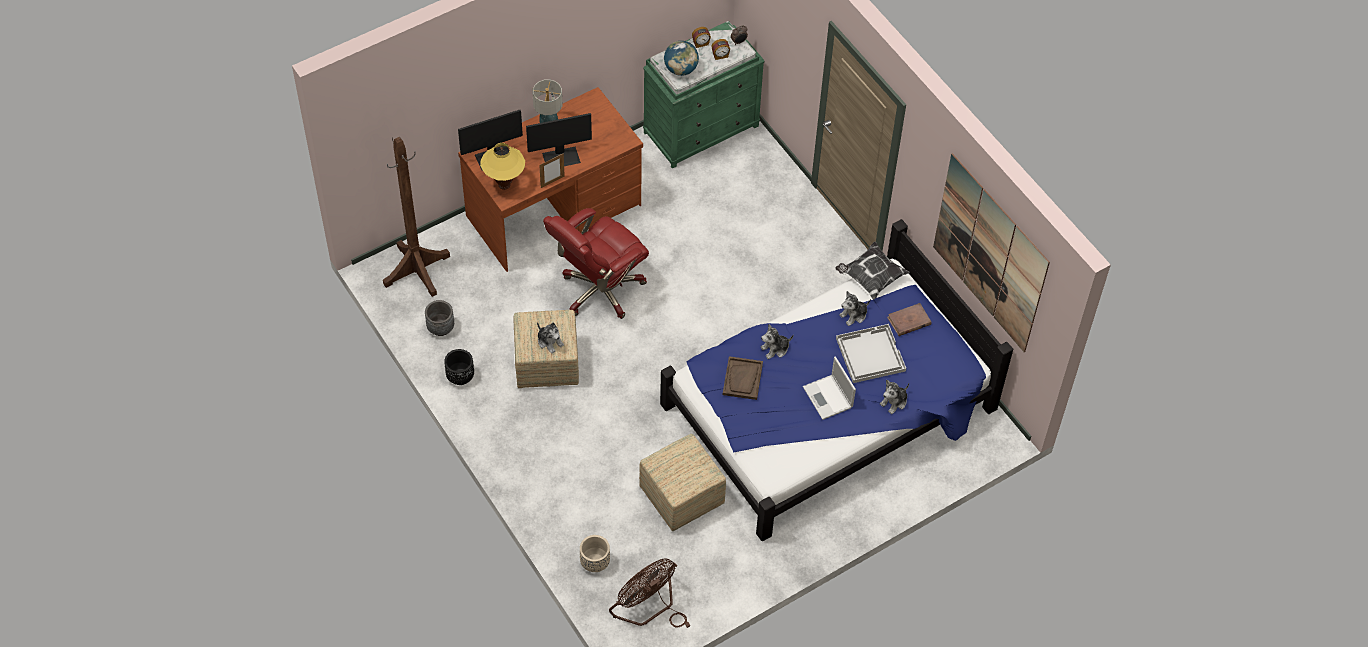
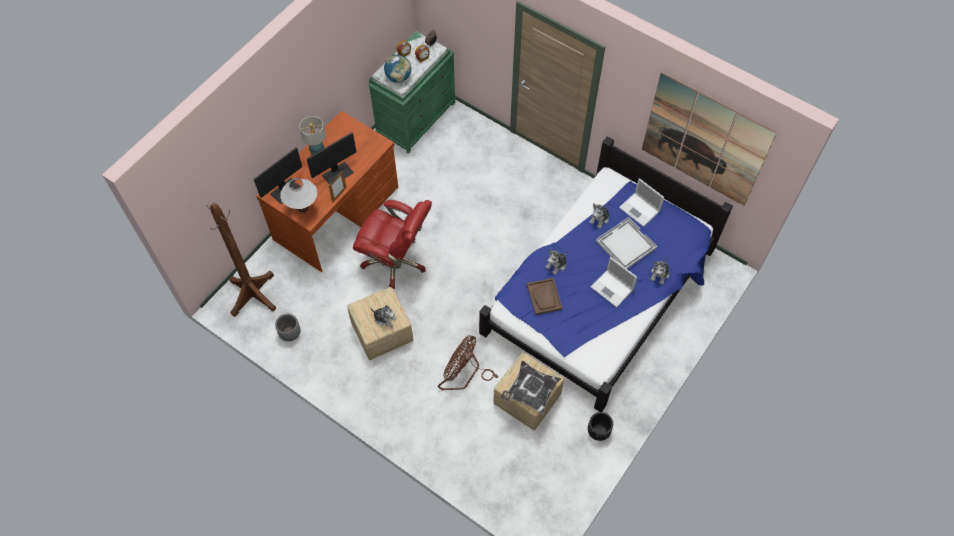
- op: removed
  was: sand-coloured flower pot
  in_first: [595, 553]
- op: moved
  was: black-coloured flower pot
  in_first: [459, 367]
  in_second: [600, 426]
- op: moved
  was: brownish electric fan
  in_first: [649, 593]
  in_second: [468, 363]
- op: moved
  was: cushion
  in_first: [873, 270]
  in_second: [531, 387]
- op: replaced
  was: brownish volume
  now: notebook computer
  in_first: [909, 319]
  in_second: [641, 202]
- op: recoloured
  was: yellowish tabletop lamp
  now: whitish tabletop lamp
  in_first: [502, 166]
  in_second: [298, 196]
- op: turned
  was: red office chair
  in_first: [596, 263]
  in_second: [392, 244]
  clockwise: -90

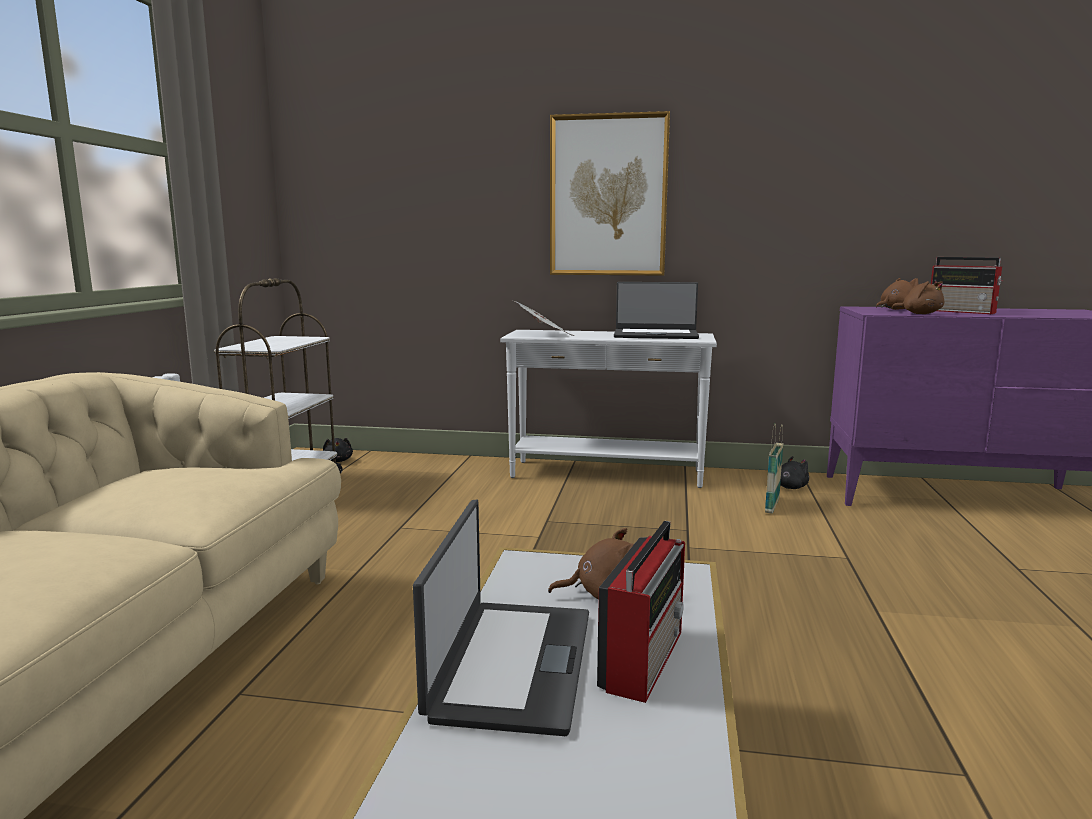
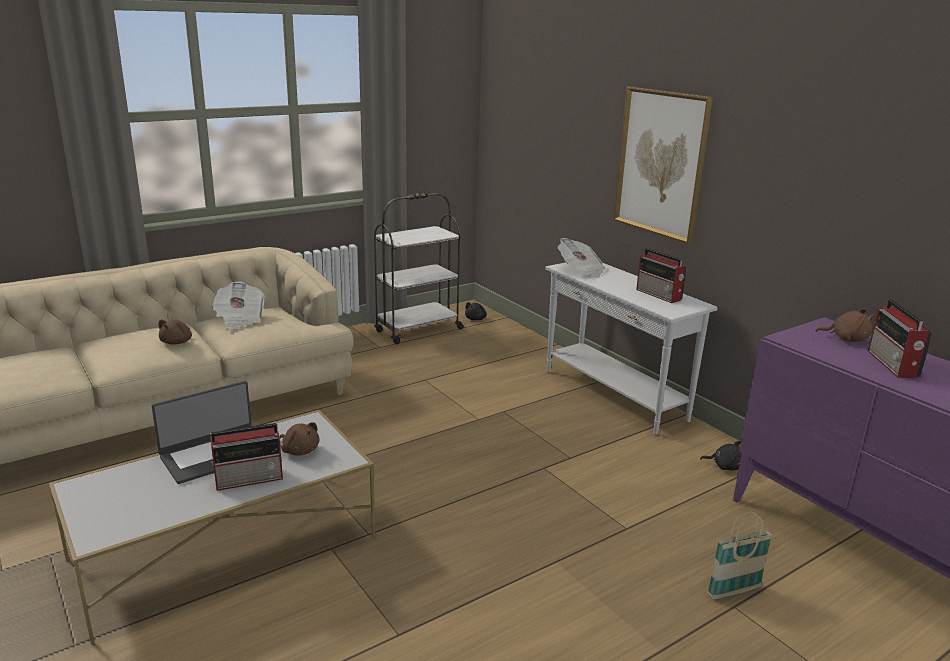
- op: added
  now: printed paper
  in_second: [238, 305]
- op: moved
  was: household basket
  in_first: [774, 468]
  in_second: [740, 555]
- op: moved
  was: brownish cuddly toy
  in_first: [917, 297]
  in_second: [175, 332]
- op: replaced
  was: notebook computer
  now: radio receiver
  in_first: [656, 310]
  in_second: [661, 275]

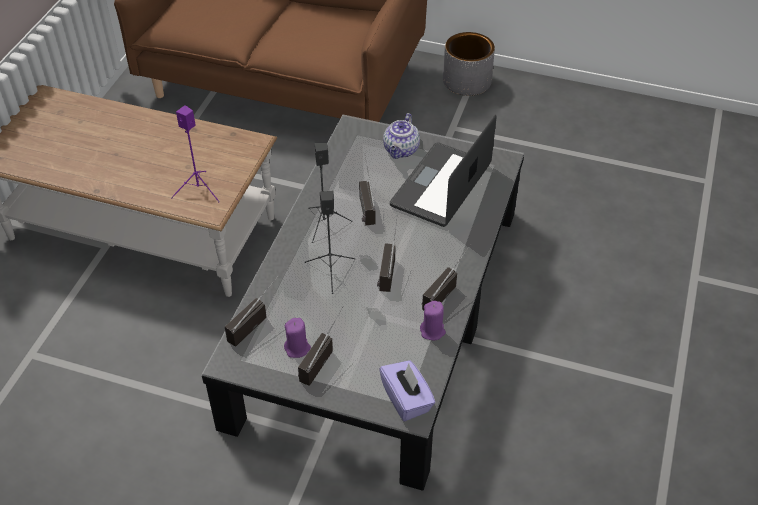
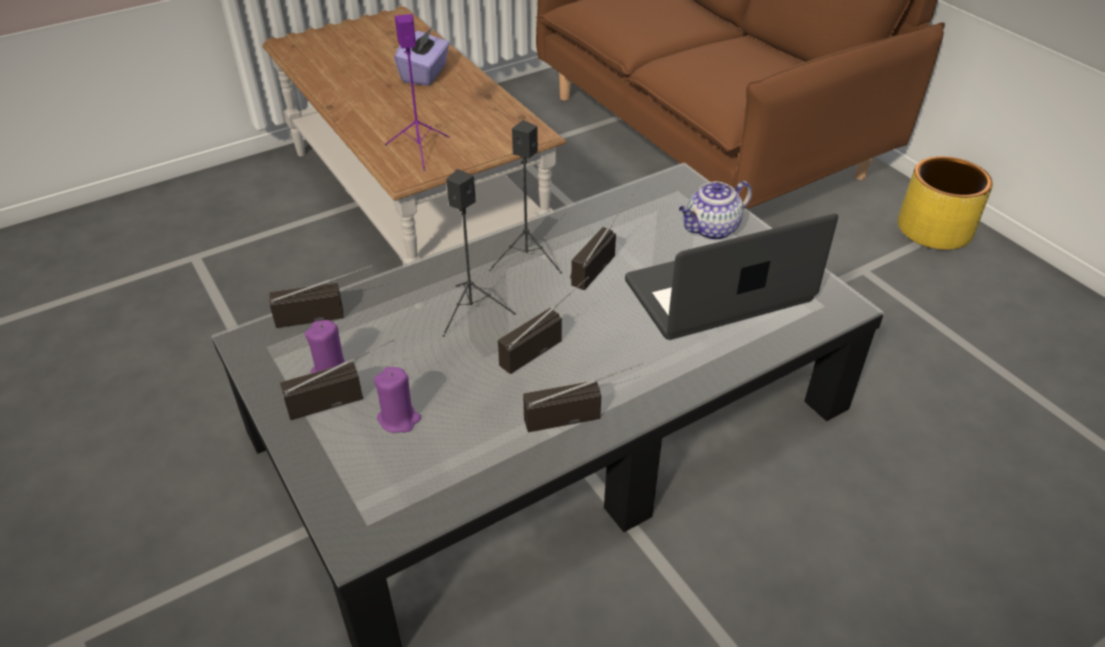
- op: moved
  was: purple-coloured tissue box
  in_first: [407, 390]
  in_second: [421, 56]
- op: moved
  was: purple-coloured wax candle
  in_first: [433, 320]
  in_second: [397, 400]
- op: recoloured
  was: greyish flower pot
  now: yellowish flower pot
  in_first: [469, 64]
  in_second: [945, 203]

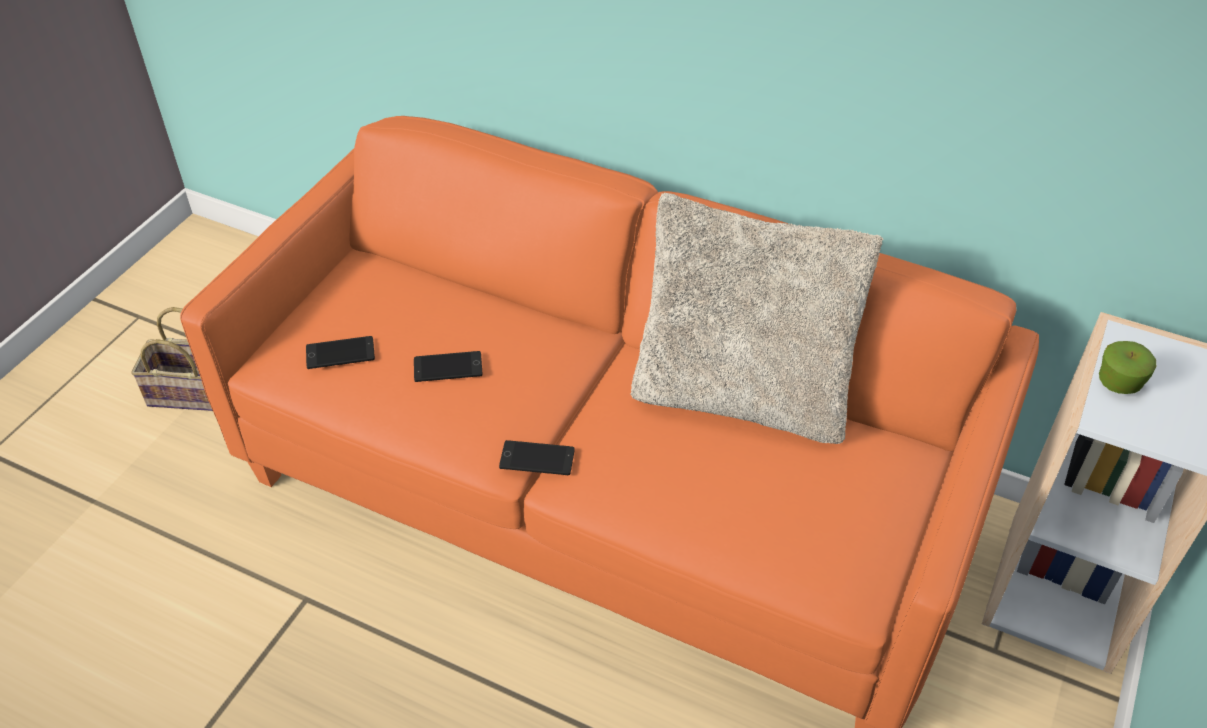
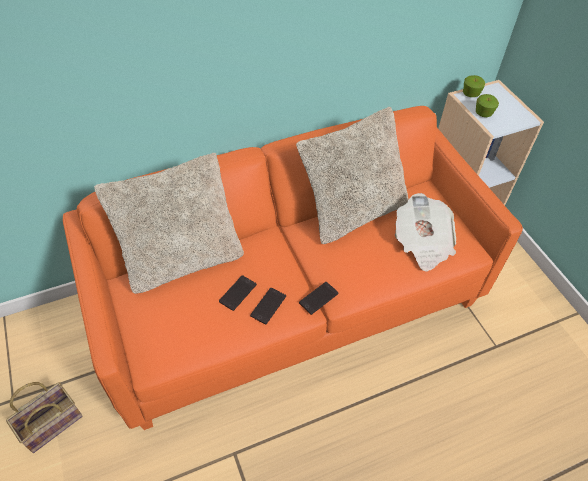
- op: added
  now: sand-coloured cushion
  in_second: [169, 223]
- op: added
  now: printed paper
  in_second: [425, 232]
- op: added
  now: whole apple
  in_second: [474, 86]
- op: moved
  was: phone
  in_first: [340, 352]
  in_second: [268, 306]

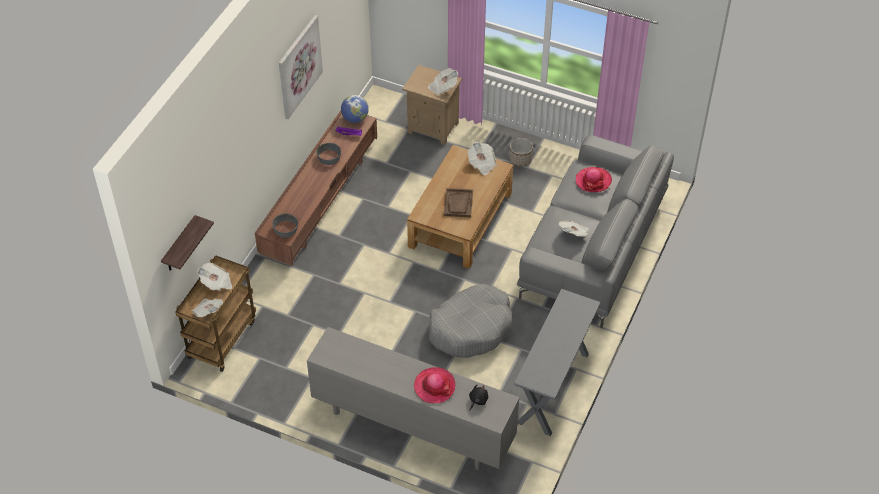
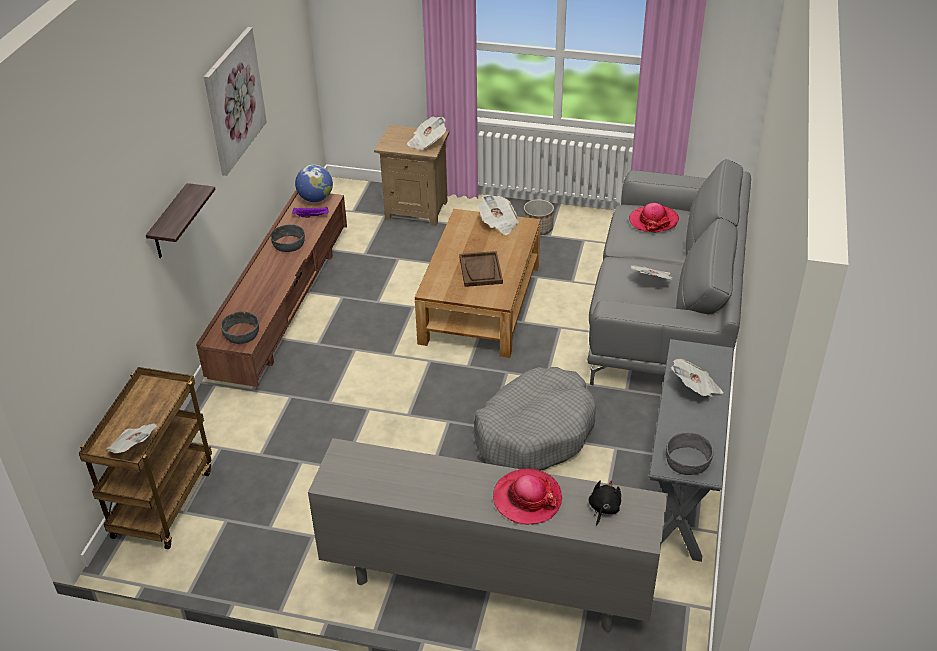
- op: added
  now: greyish serving bowl
  in_second: [690, 453]
- op: moved
  was: wall shelf
  in_first: [187, 243]
  in_second: [181, 220]
- op: moved
  was: printed paper
  in_first: [214, 277]
  in_second: [697, 378]

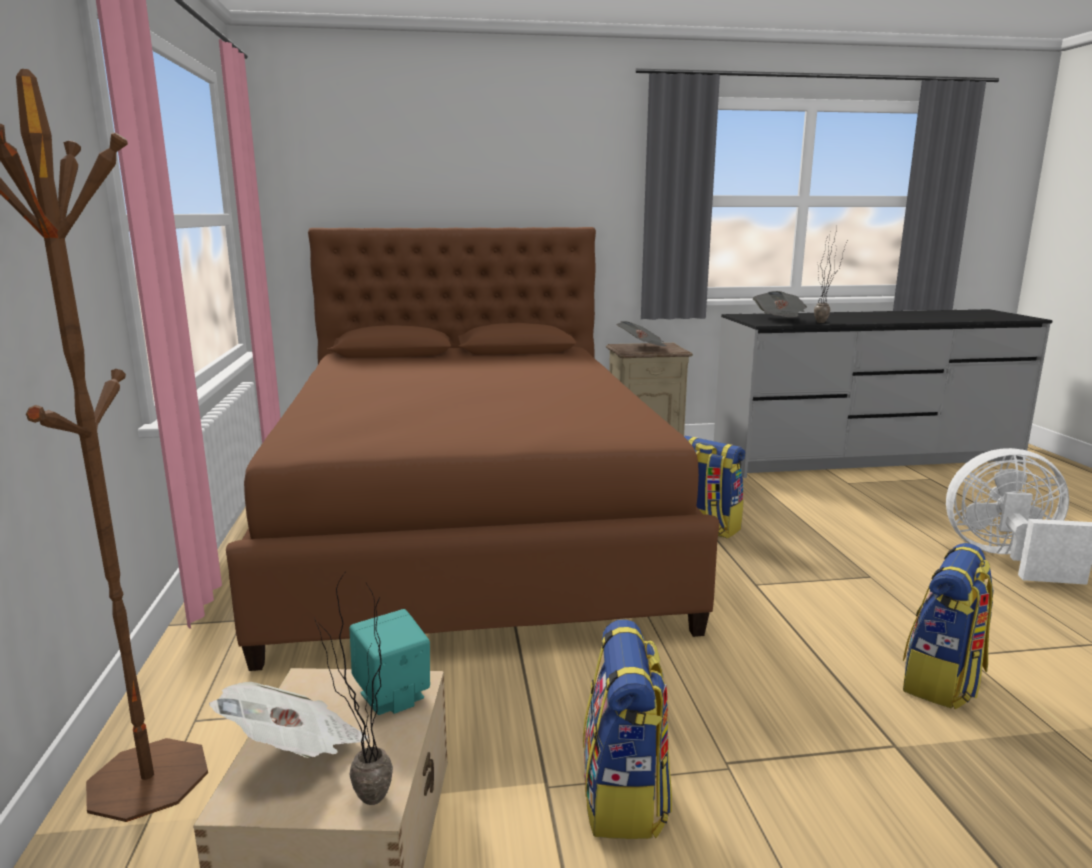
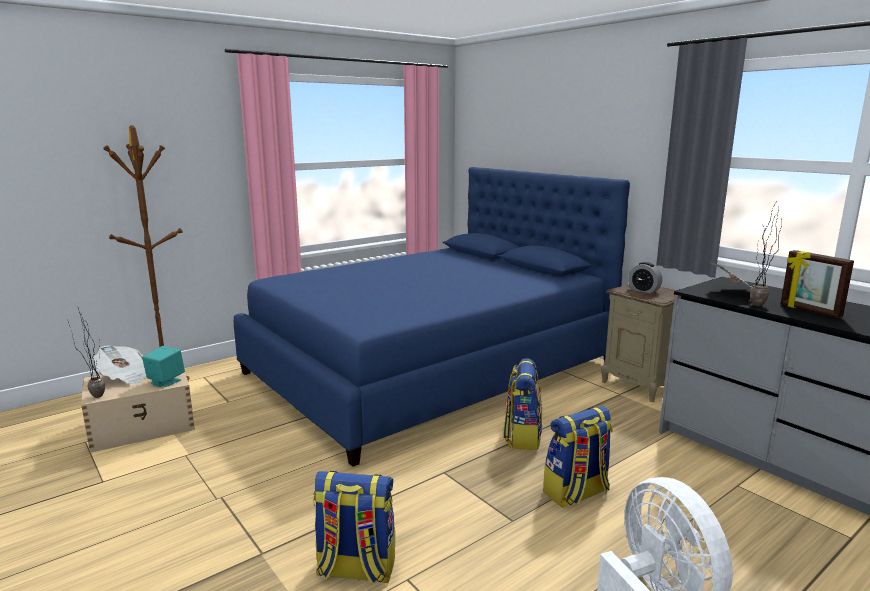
- op: added
  now: photo frame
  in_second: [817, 284]
- op: moved
  was: rucksack
  in_first: [627, 729]
  in_second: [578, 457]
- op: replaced
  was: printed paper
  now: alarm clock
  in_first: [641, 333]
  in_second: [645, 277]
- op: recoloured
  was: brownish bedroom bed
  now: bluish bedroom bed
  in_first: [472, 449]
  in_second: [432, 317]

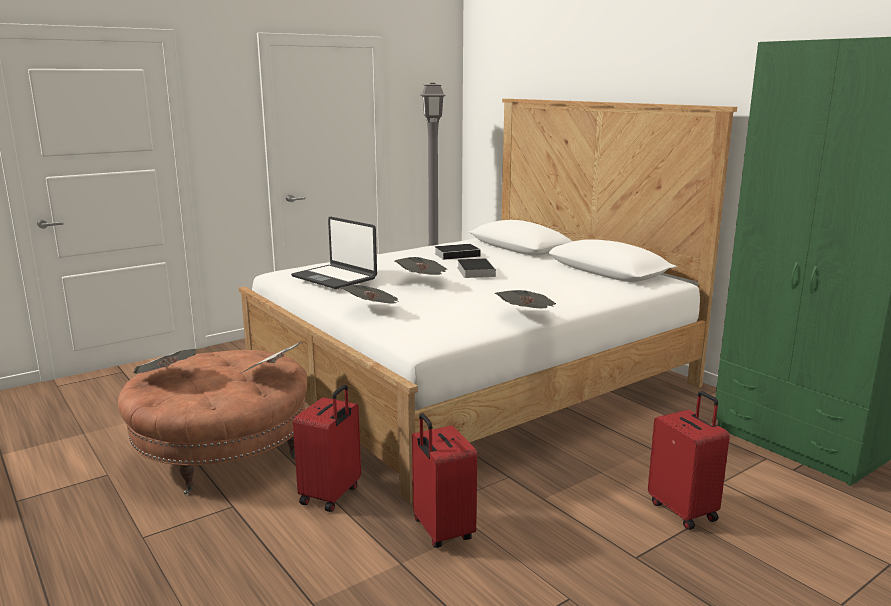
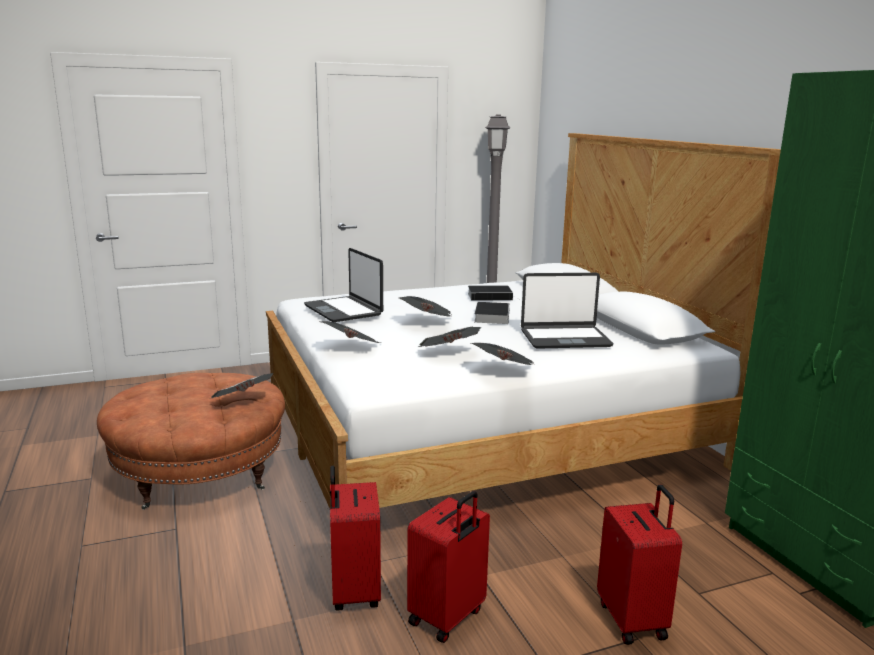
- op: added
  now: notebook computer
  in_second: [567, 311]
- op: moved
  was: printed paper
  in_first: [164, 361]
  in_second: [449, 337]
- op: moved
  was: red travel case
  in_first: [327, 448]
  in_second: [448, 567]

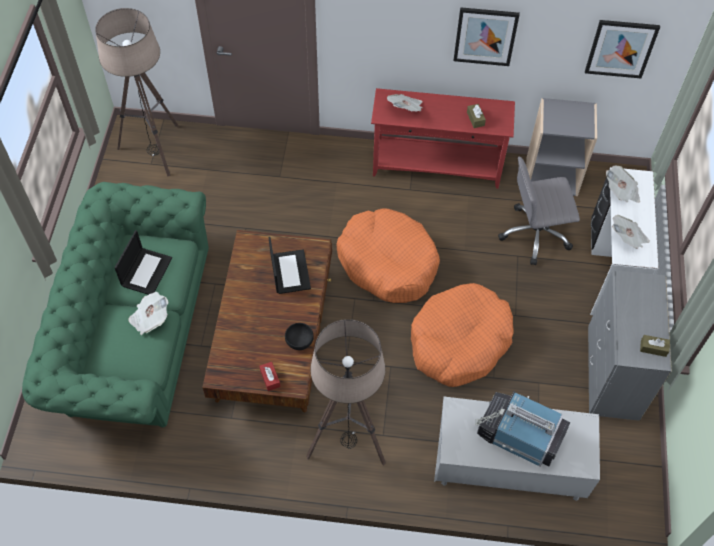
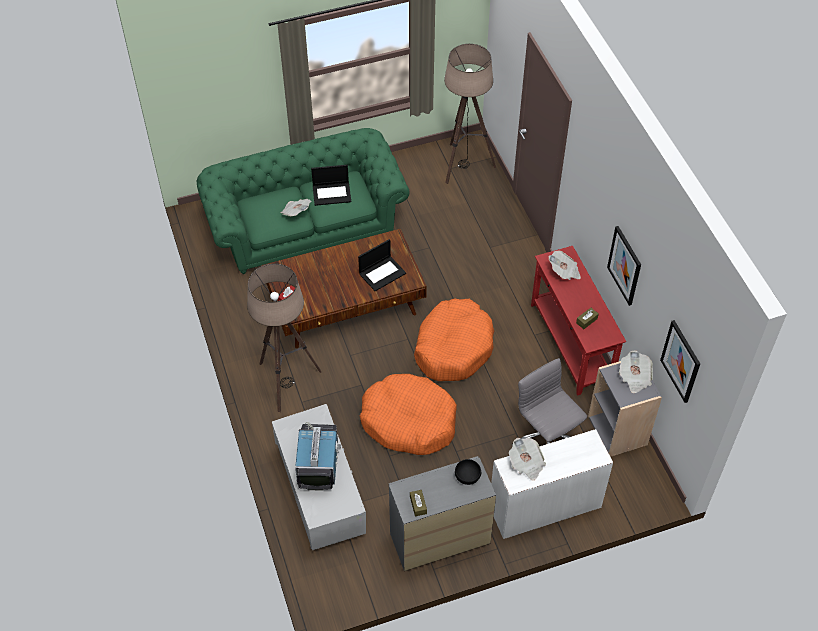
- op: moved
  was: black-coloured serving bowl
  in_first: [299, 336]
  in_second: [468, 472]
- op: moved
  was: printed paper
  in_first: [623, 184]
  in_second: [636, 371]

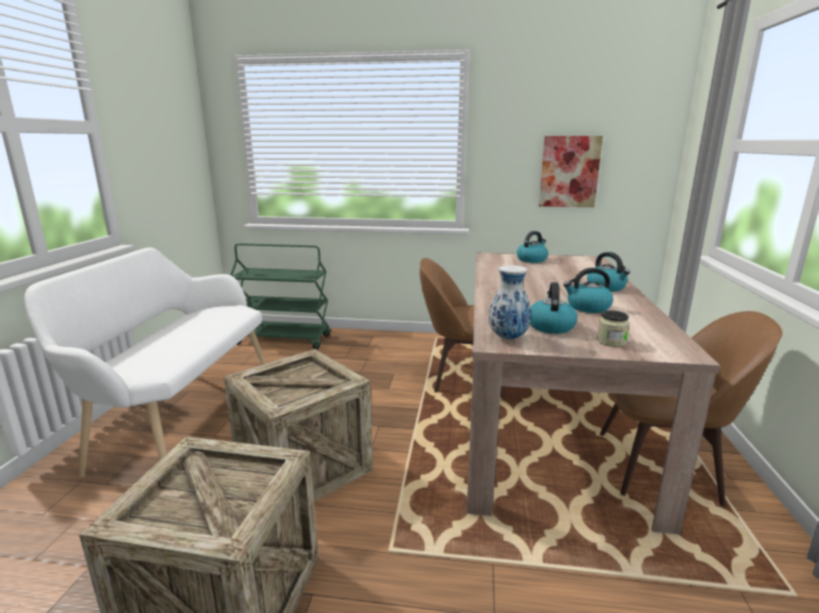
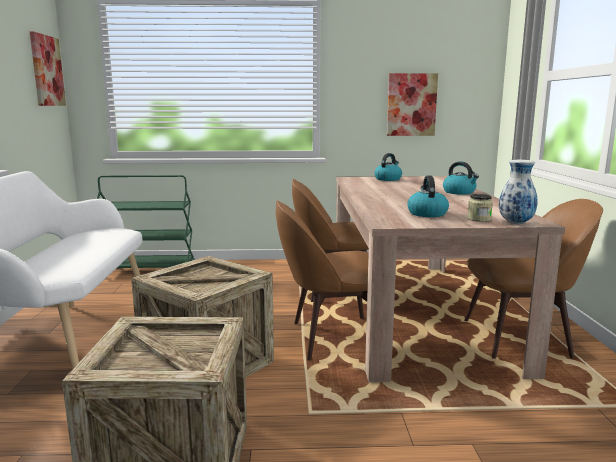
- op: removed
  was: kettle
  in_first: [588, 290]
- op: added
  now: picture
  in_second: [48, 68]
- op: added
  now: brownish upright chair
  in_second: [322, 280]
- op: moved
  was: flower vase
  in_first: [510, 302]
  in_second: [518, 192]

